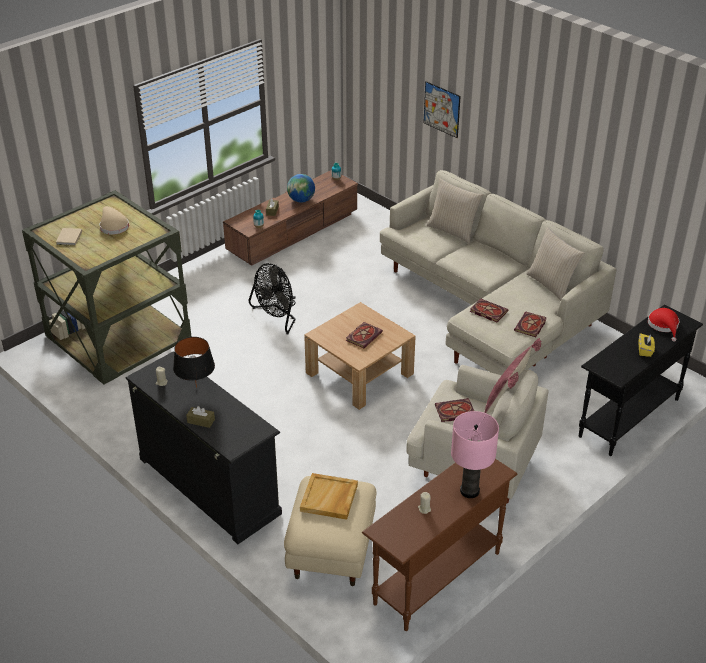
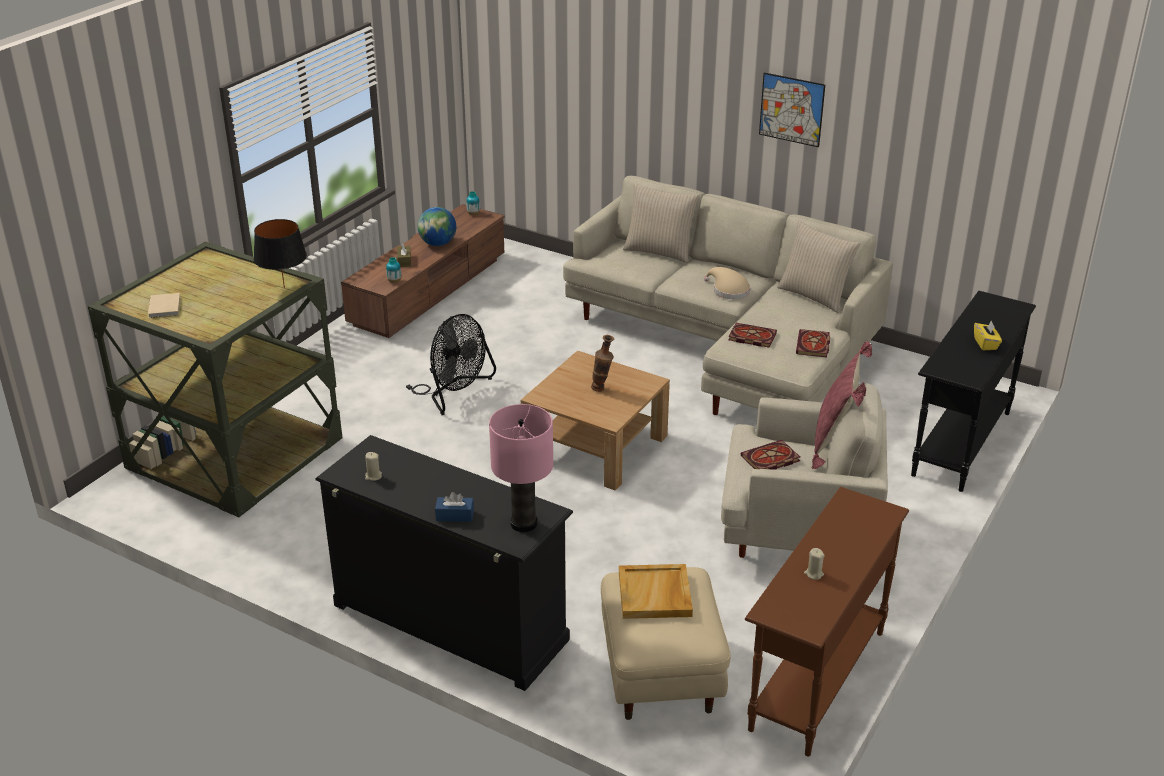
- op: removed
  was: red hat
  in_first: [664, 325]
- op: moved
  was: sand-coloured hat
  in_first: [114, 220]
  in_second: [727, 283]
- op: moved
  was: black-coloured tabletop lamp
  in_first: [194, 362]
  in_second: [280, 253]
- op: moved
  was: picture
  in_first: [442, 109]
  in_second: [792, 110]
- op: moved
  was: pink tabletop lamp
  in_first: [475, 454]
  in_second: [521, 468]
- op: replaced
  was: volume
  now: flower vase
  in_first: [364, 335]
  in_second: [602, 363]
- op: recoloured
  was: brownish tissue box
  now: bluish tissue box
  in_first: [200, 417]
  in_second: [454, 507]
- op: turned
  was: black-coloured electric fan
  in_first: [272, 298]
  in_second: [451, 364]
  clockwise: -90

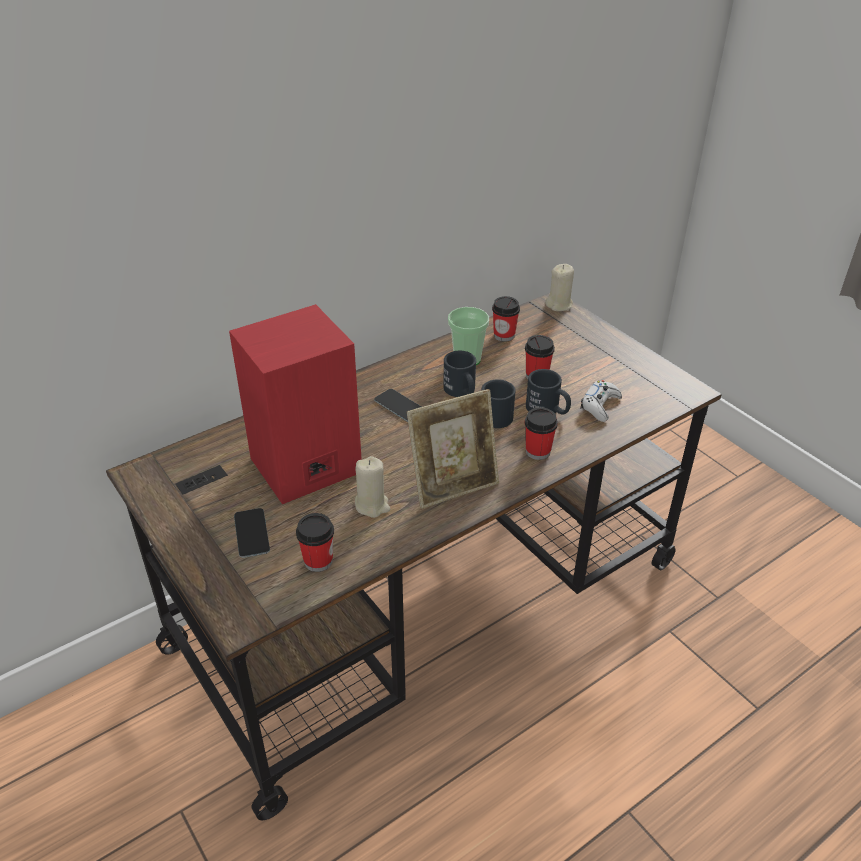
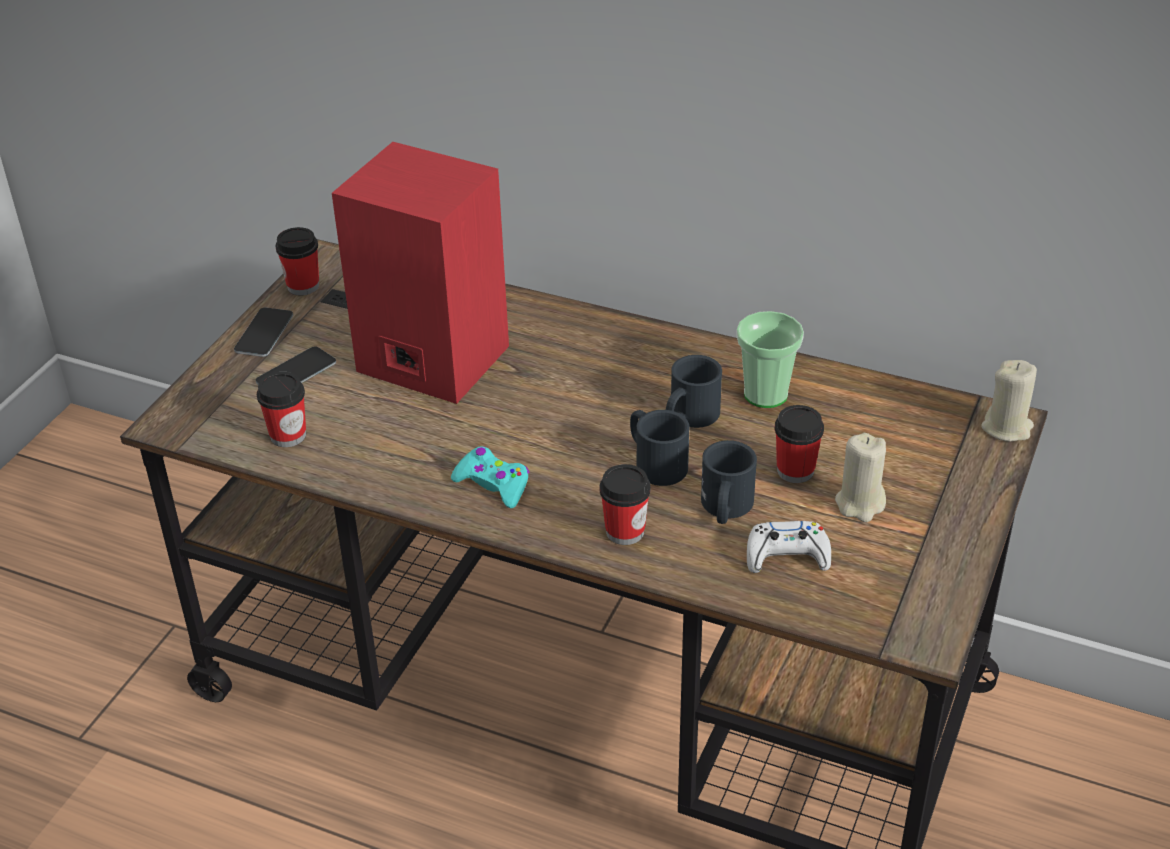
- op: moved
  was: sand-coloured wax candle
  in_first: [372, 487]
  in_second: [860, 477]
- op: moved
  was: phone
  in_first: [397, 405]
  in_second: [263, 332]
- op: moved
  was: cup
  in_first: [506, 319]
  in_second: [297, 261]
- op: replaced
  was: photo frame
  now: turquoise joypad
  in_first: [453, 449]
  in_second: [490, 477]

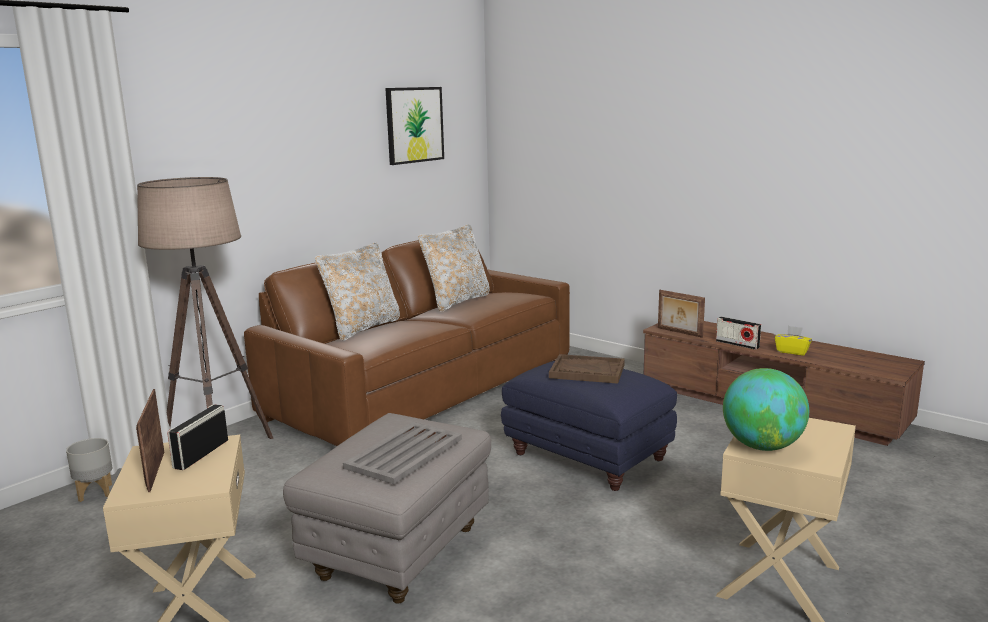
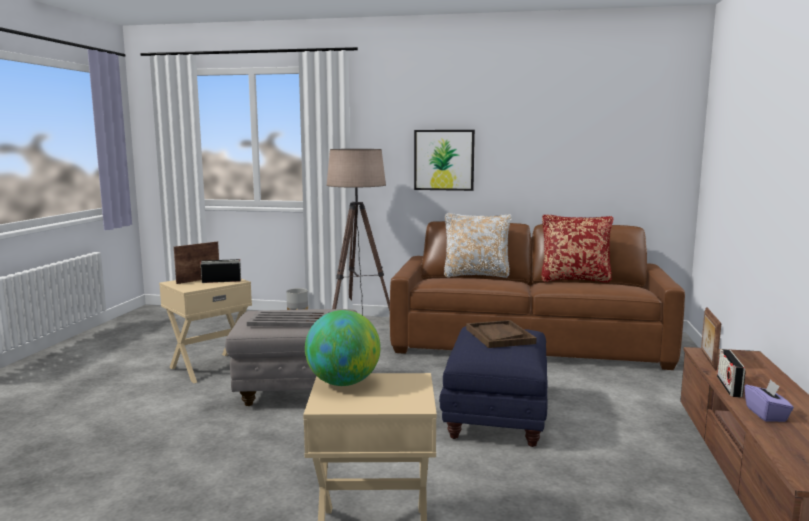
- op: moved
  was: picture
  in_first: [414, 126]
  in_second: [444, 160]
- op: recoloured
  was: whitish cushion
  now: red cushion
  in_first: [454, 268]
  in_second: [577, 248]
- op: recoloured
  was: yellowish tissue box
  now: purple-coloured tissue box
  in_first: [793, 341]
  in_second: [769, 401]

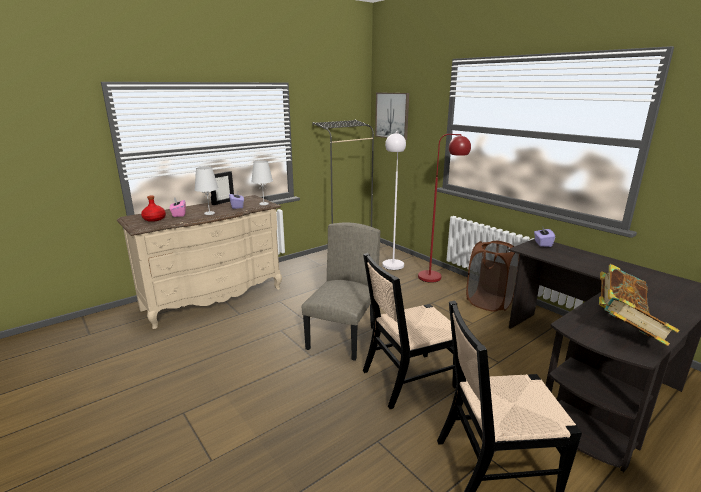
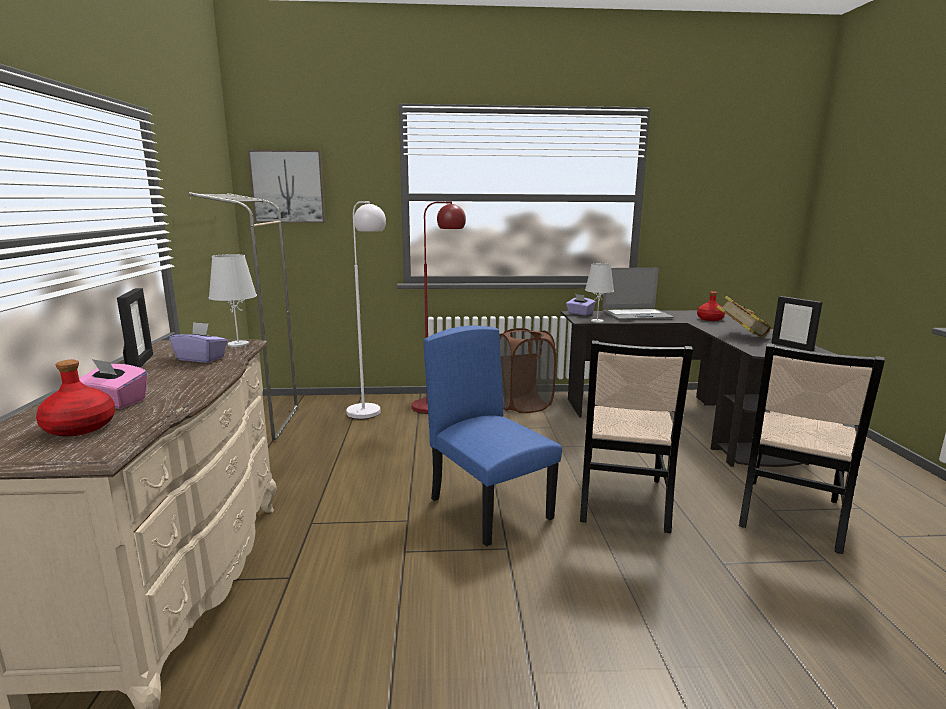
- op: added
  now: notebook computer
  in_second: [638, 293]
- op: added
  now: red beverage bottle
  in_second: [711, 306]
- op: moved
  was: whitish tabletop lamp
  in_first: [206, 191]
  in_second: [599, 293]
- op: replaced
  was: volume
  now: photo frame
  in_first: [640, 321]
  in_second: [797, 323]
- op: recoloured
  was: sand-coloured upright chair
  now: bluish upright chair
  in_first: [341, 291]
  in_second: [493, 436]

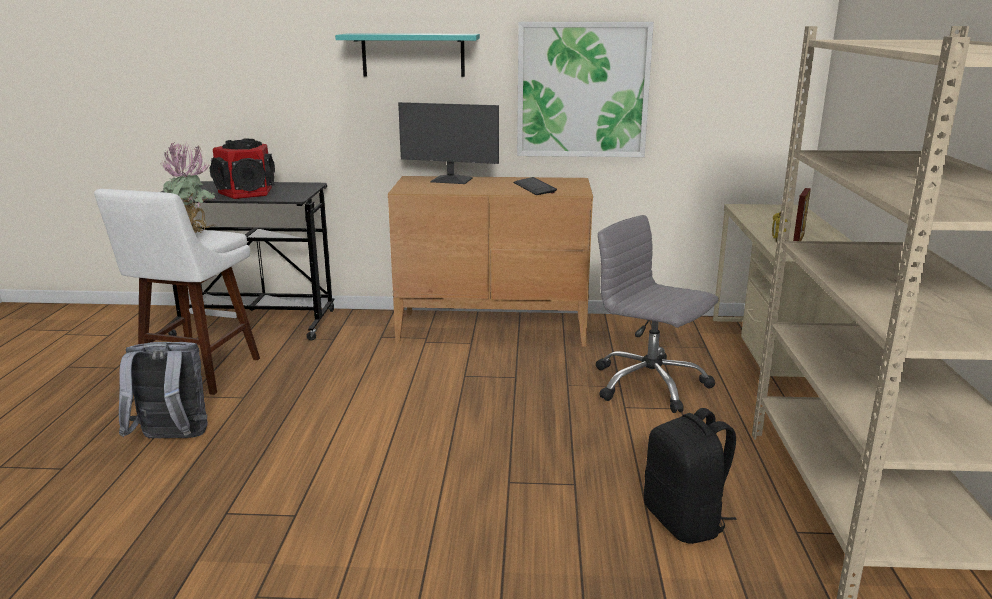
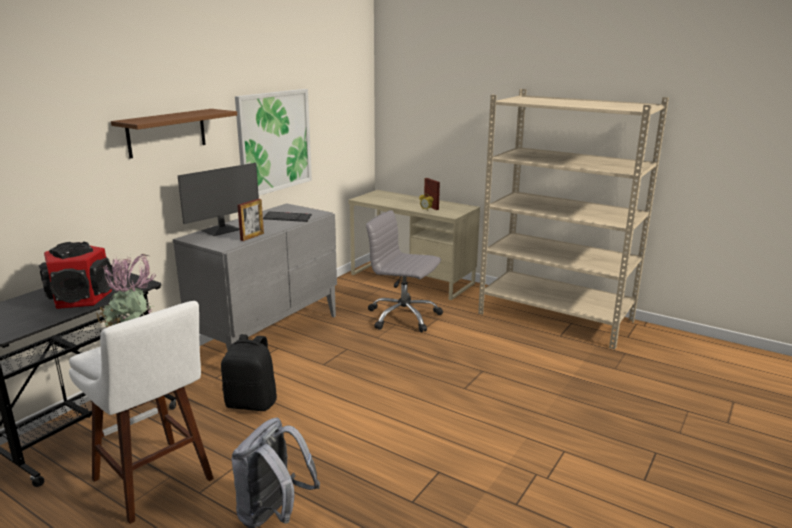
- op: added
  now: photo frame
  in_second: [250, 220]
- op: moved
  was: black-coloured rucksack
  in_first: [690, 476]
  in_second: [249, 372]
- op: recoloured
  was: turquoise wall shelf
  now: brownish wall shelf
  in_first: [407, 55]
  in_second: [174, 133]
- op: recoloured
  was: brownish cupboard
  now: greyish cupboard
  in_first: [490, 261]
  in_second: [255, 277]
- op: turned
  was: greyish office chair
  in_first: [657, 314]
  in_second: [404, 271]
  clockwise: 45

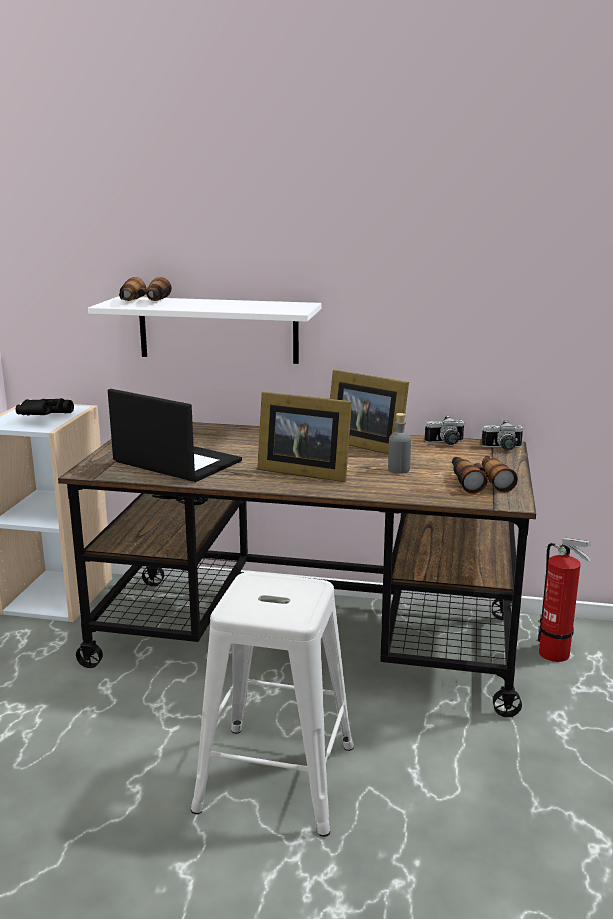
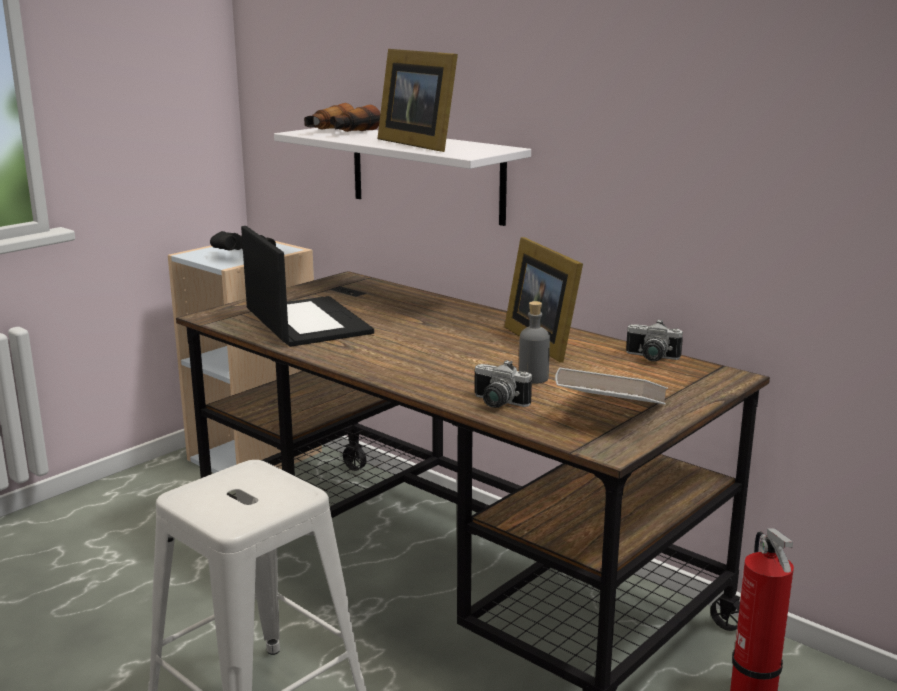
- op: moved
  was: photo frame
  in_first: [304, 437]
  in_second: [417, 100]
- op: moved
  was: photo camera
  in_first: [502, 435]
  in_second: [503, 384]
- op: replaced
  was: field glasses
  now: whitish volume
  in_first: [485, 475]
  in_second: [611, 386]

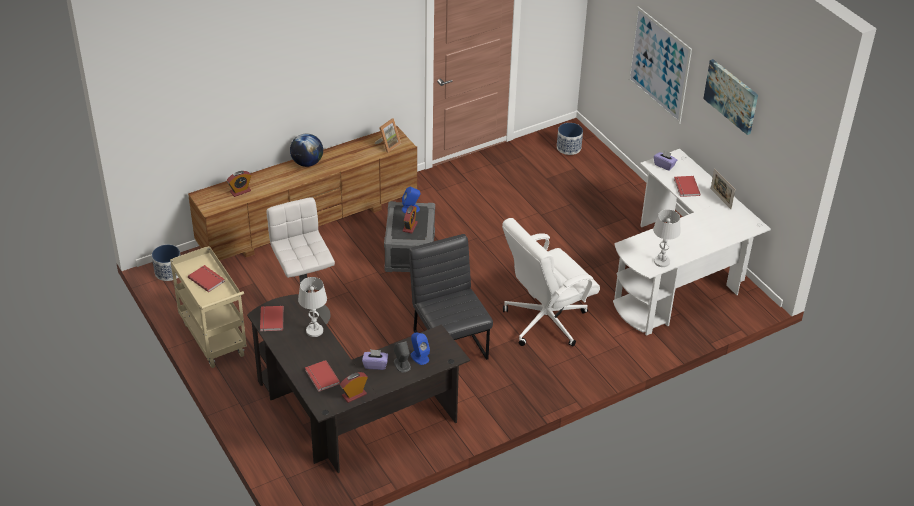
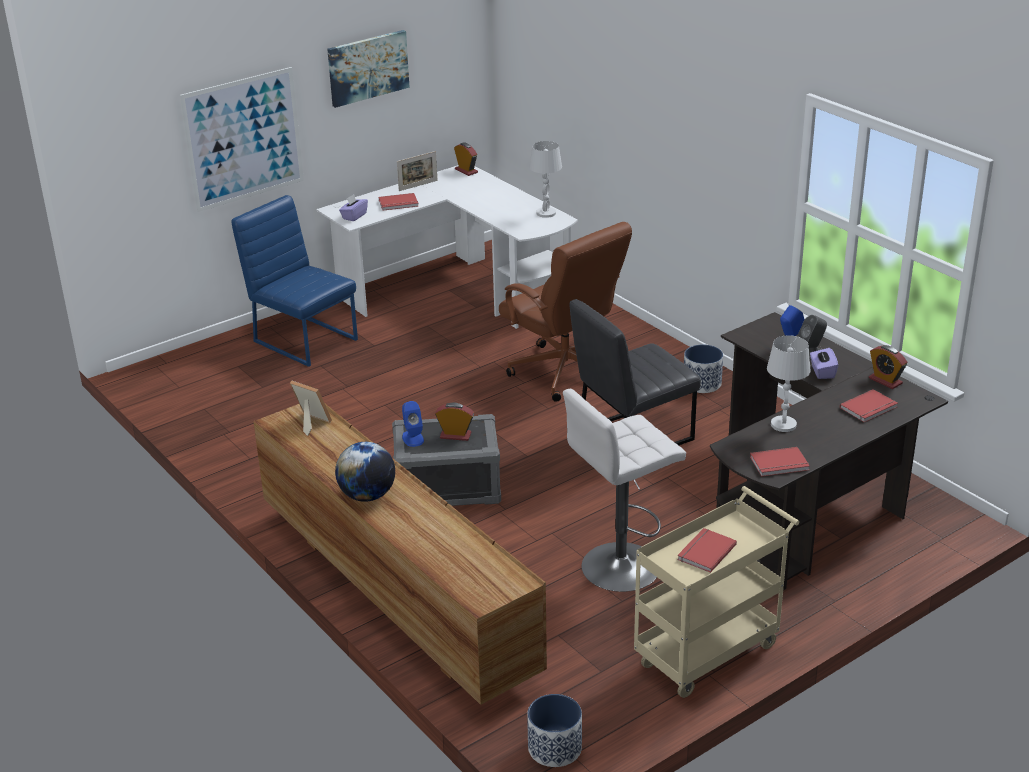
- op: added
  now: bluish upright chair
  in_second: [294, 281]
- op: moved
  was: alarm clock
  in_first: [239, 184]
  in_second: [466, 159]
- op: moved
  was: flower pot
  in_first: [570, 139]
  in_second: [703, 368]
- op: recoloured
  was: whitish office chair
  now: brownish office chair
  in_first: [551, 282]
  in_second: [565, 312]

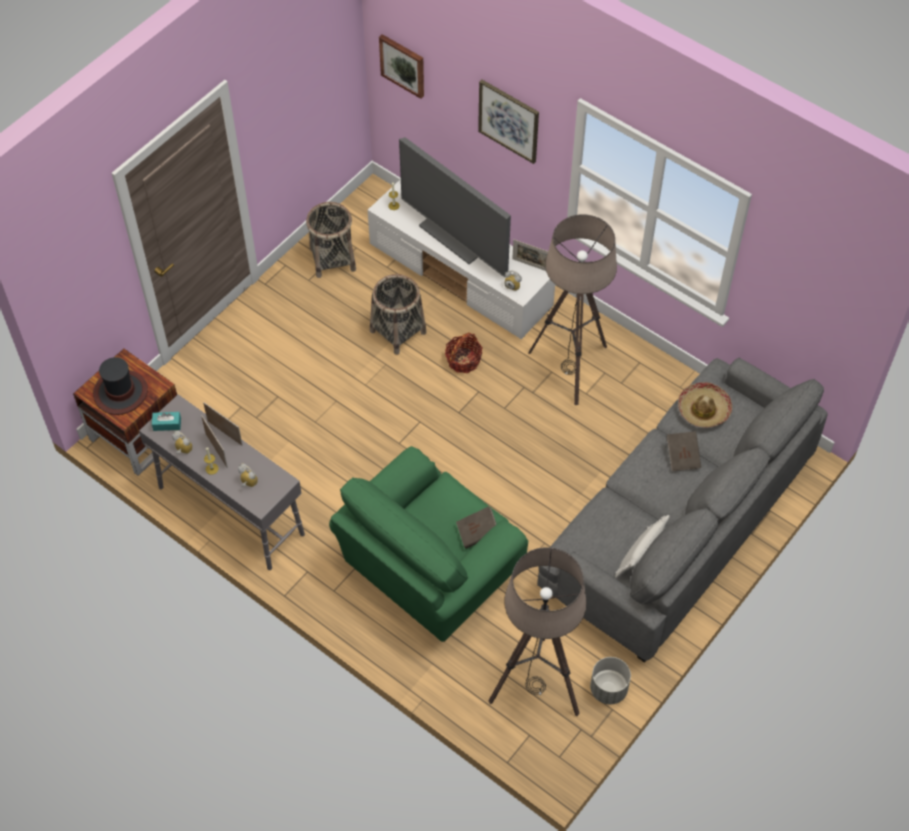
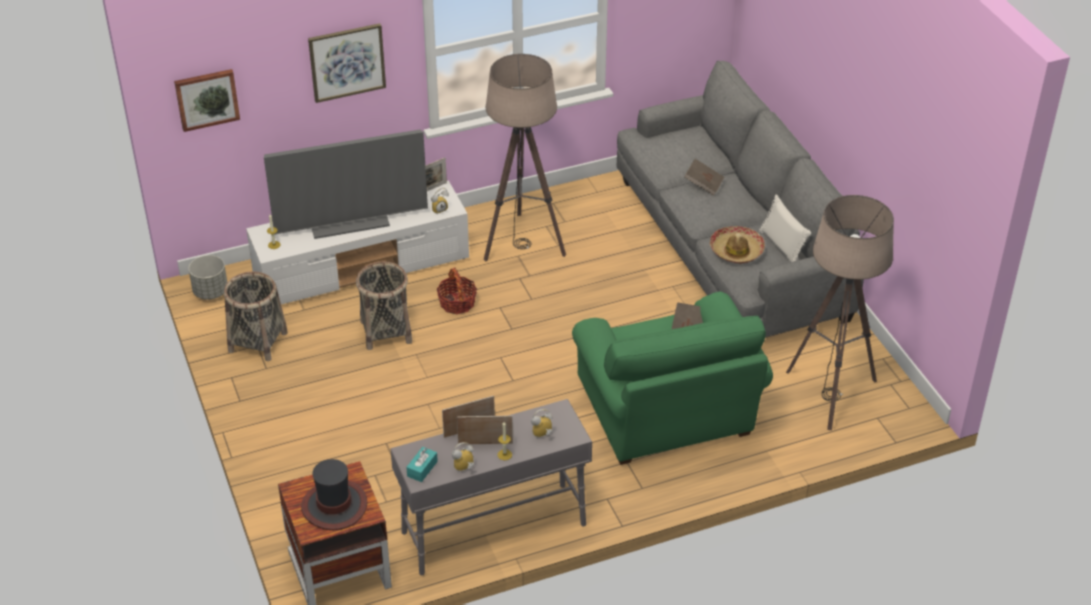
- op: moved
  was: greyish flower pot
  in_first: [610, 681]
  in_second: [208, 277]
- op: moved
  was: hat
  in_first: [705, 405]
  in_second: [737, 245]

